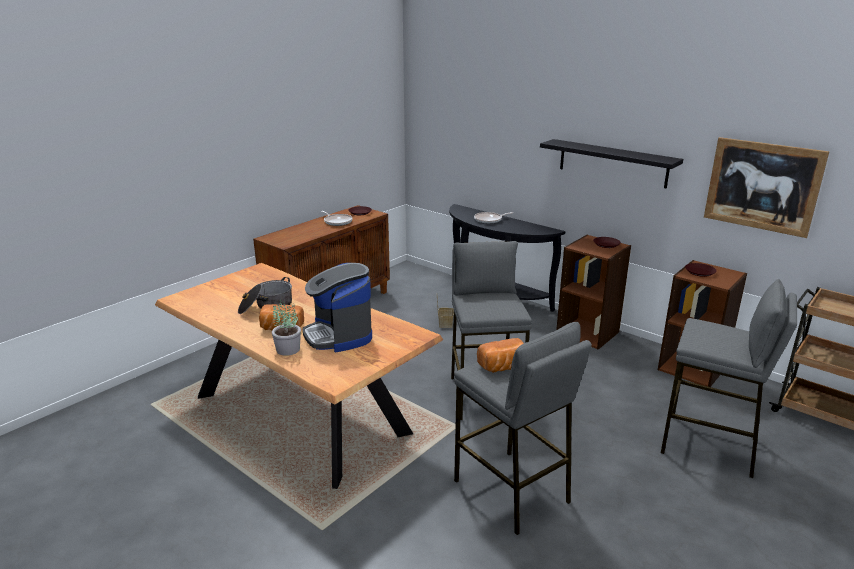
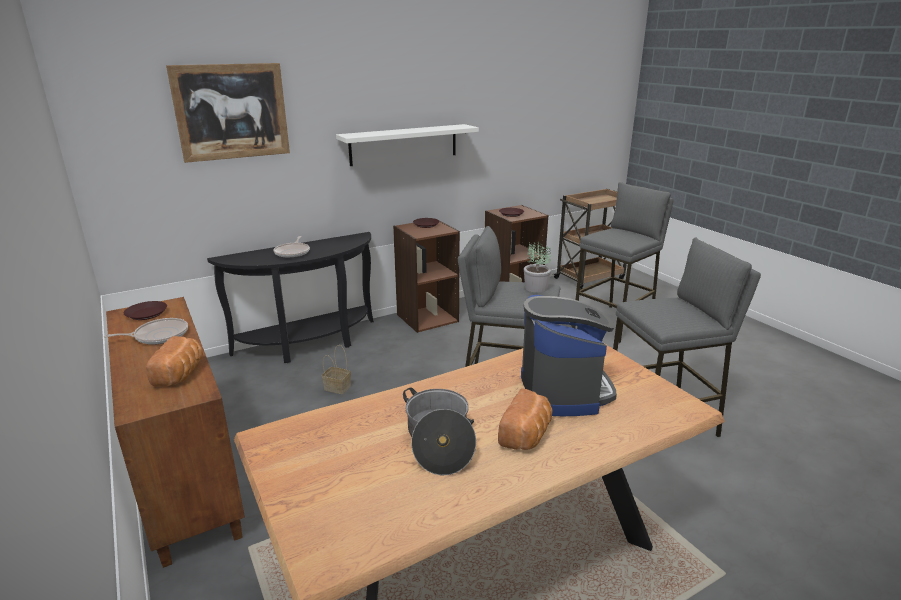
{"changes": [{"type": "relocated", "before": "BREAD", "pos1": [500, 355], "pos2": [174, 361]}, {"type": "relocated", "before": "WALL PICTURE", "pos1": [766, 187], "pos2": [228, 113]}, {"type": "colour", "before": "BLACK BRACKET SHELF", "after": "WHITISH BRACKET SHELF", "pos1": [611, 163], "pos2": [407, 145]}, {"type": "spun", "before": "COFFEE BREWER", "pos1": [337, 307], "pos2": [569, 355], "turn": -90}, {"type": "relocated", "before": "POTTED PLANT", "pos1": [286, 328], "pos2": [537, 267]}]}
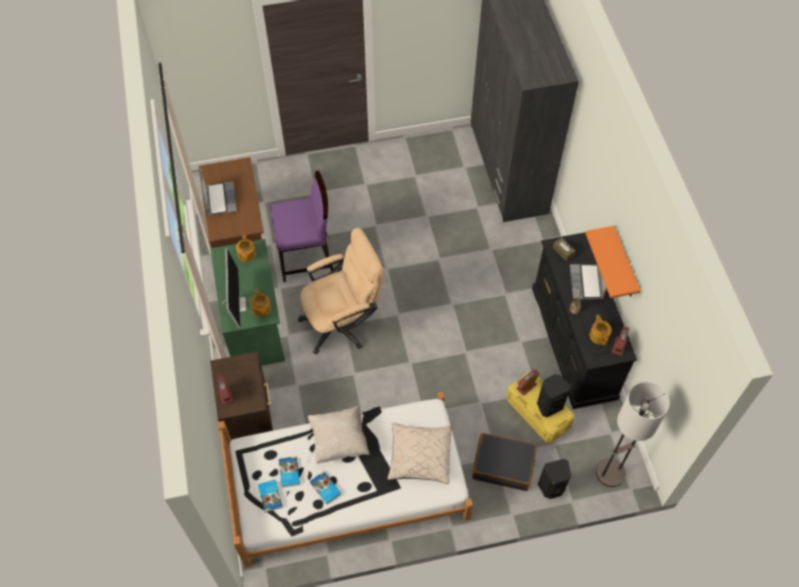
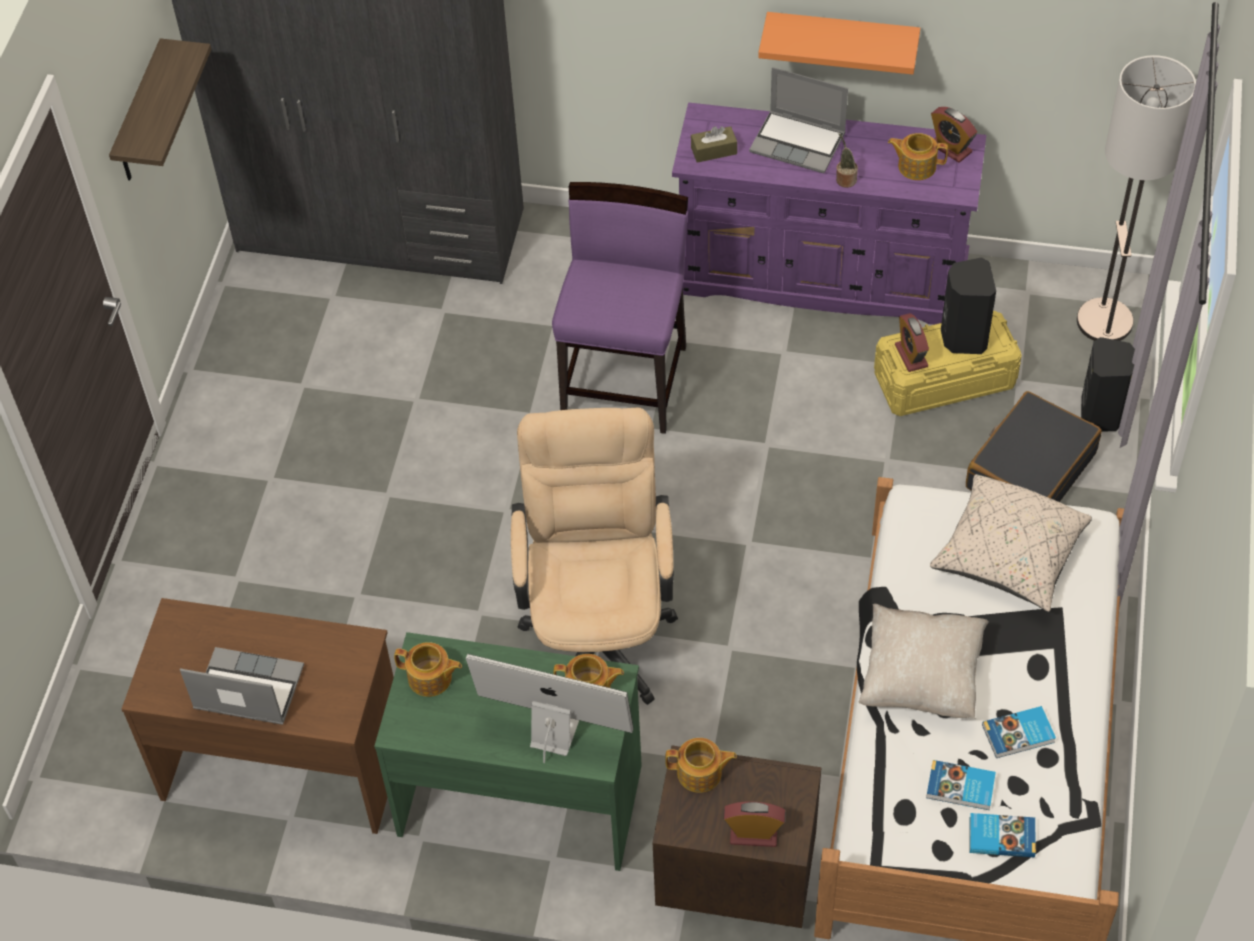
{"changes": [{"type": "appeared", "after": "BRACKET SHELF", "pos2": [160, 109]}, {"type": "relocated", "before": "PURPLISH CHAIR", "pos1": [302, 226], "pos2": [620, 308]}, {"type": "appeared", "after": "POT FOR TEA", "pos2": [701, 765]}, {"type": "colour", "before": "BLACK CHEST OF DRAWERS", "after": "PURPLISH CHEST OF DRAWERS", "pos1": [584, 320], "pos2": [829, 213]}]}
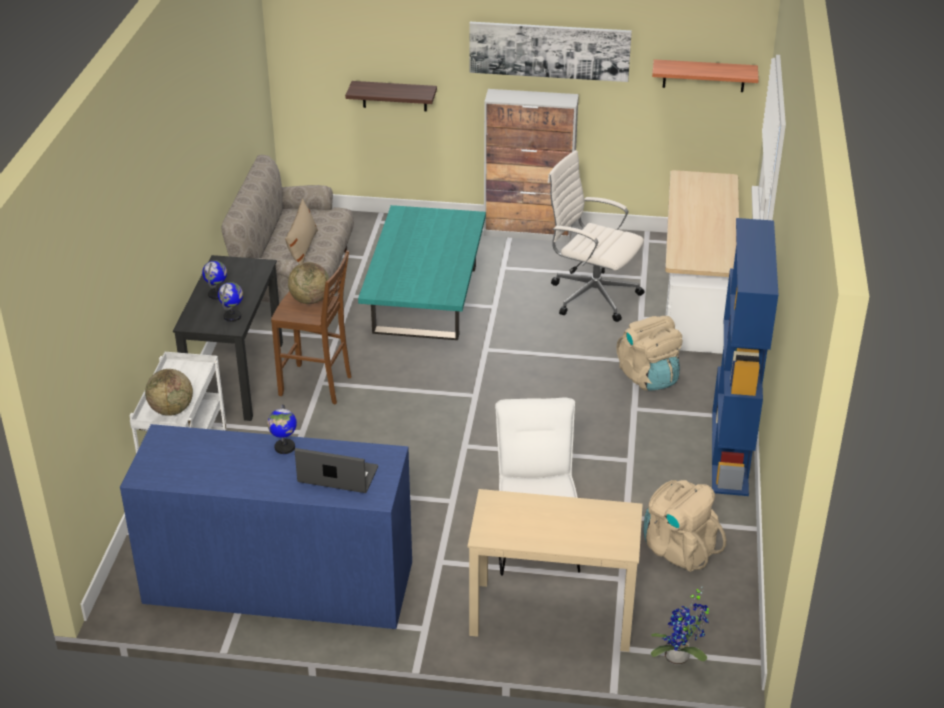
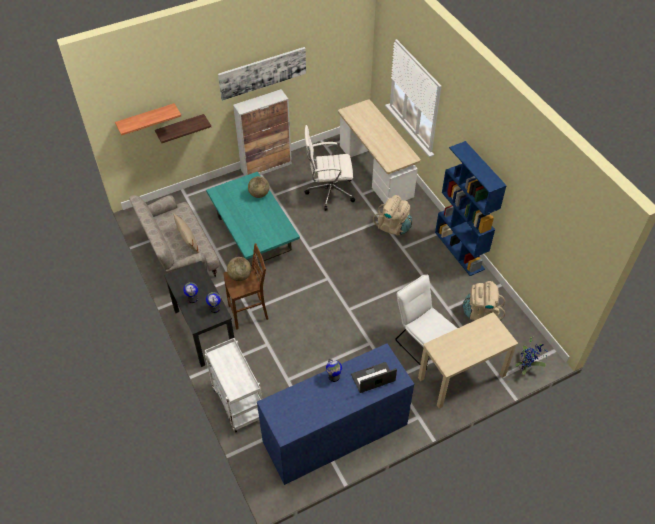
{"changes": [{"type": "relocated", "before": "BRACKET SHELF", "pos1": [705, 75], "pos2": [148, 119]}, {"type": "relocated", "before": "GLOBE", "pos1": [169, 392], "pos2": [258, 187]}]}
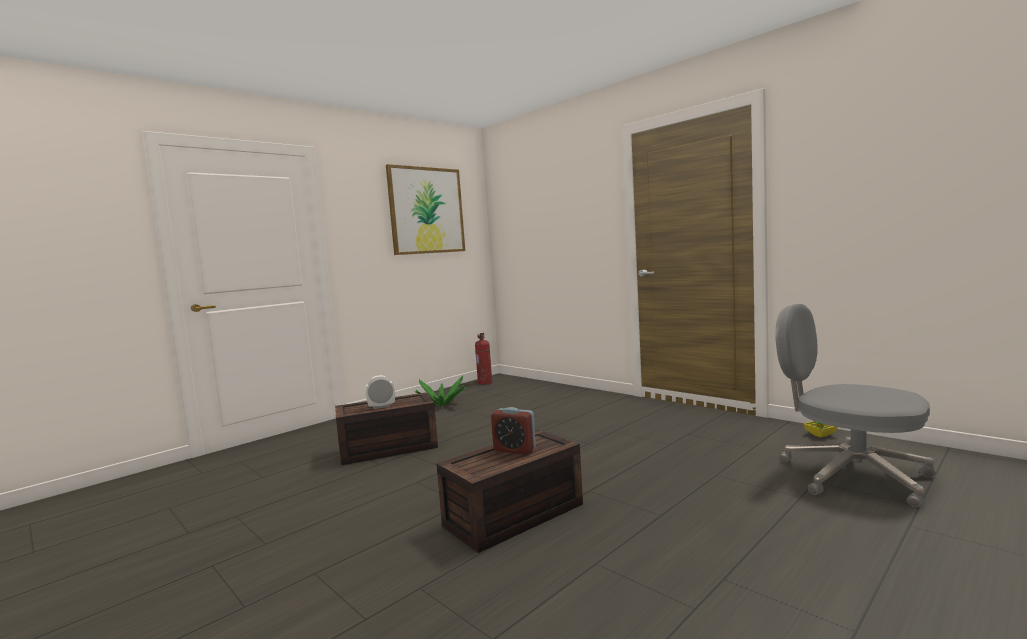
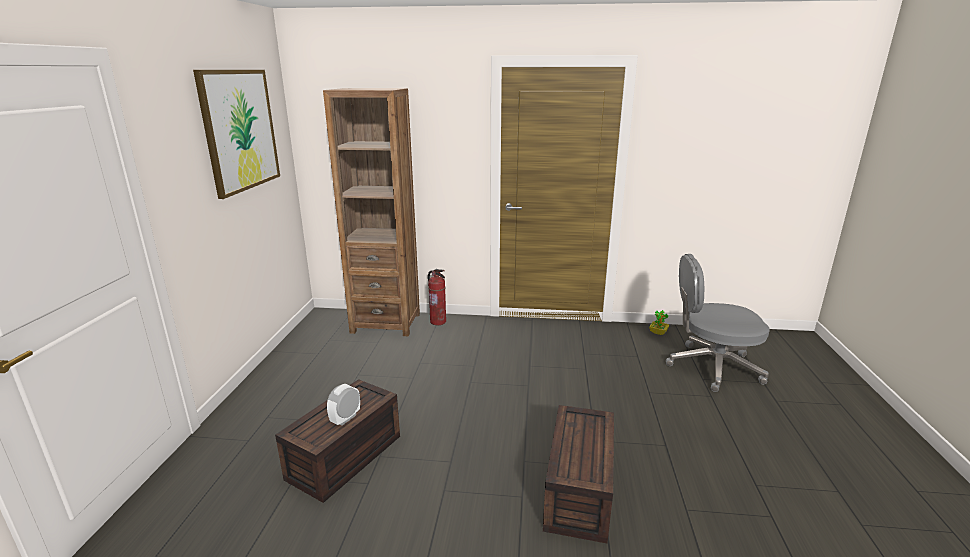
{"changes": [{"type": "appeared", "after": "BROWN-COLOURED SHELVING UNIT", "pos2": [371, 212]}, {"type": "relocated", "before": "EXTINGUISHER", "pos1": [483, 359], "pos2": [437, 297]}, {"type": "missing", "before": "POTTED PLANT", "pos1": [440, 390]}, {"type": "missing", "before": "BEDSIDE CLOCK", "pos1": [513, 430]}]}
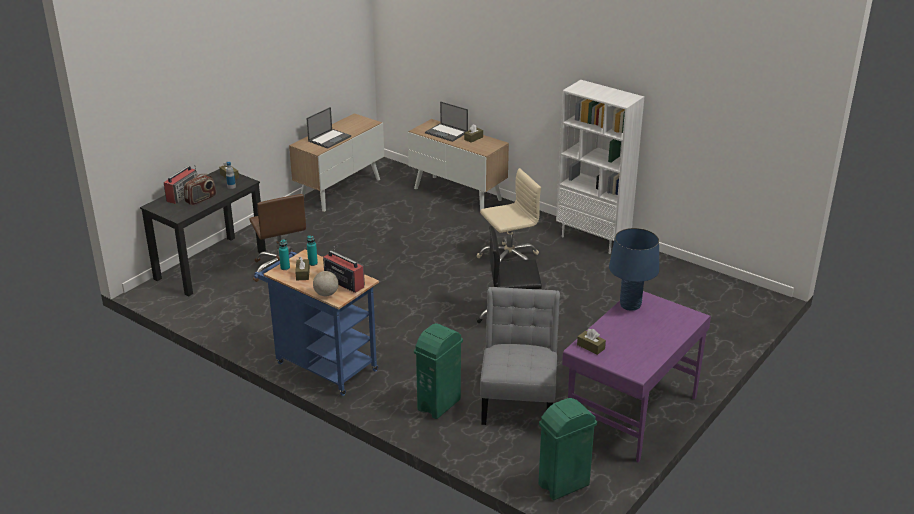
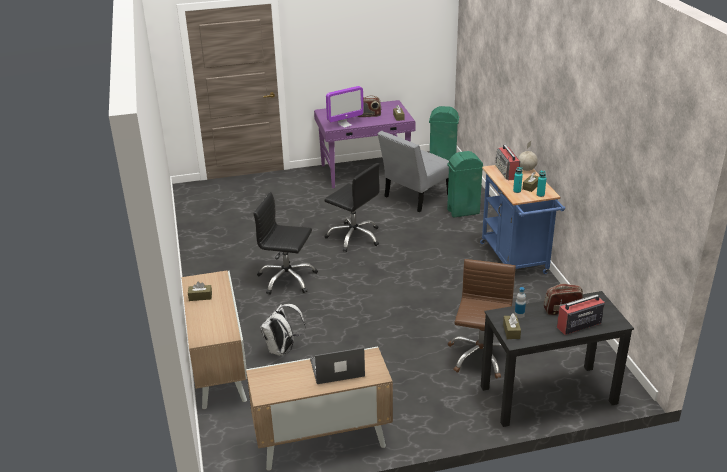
{"changes": [{"type": "colour", "before": "BEIGE COMPUTER CHAIR", "after": "BLACK COMPUTER CHAIR", "pos1": [509, 215], "pos2": [285, 243]}, {"type": "appeared", "after": "WHITISH RUCKSACK", "pos2": [283, 330]}, {"type": "exchanged", "before": "BLUE TABLETOP LAMP", "after": "COMPUTER SCREEN", "pos1": [634, 269], "pos2": [345, 107]}, {"type": "appeared", "after": "RADIO", "pos2": [369, 106]}, {"type": "missing", "before": "NOTEBOOK COMPUTER", "pos1": [446, 121]}, {"type": "missing", "before": "WHITISH SHELVING UNIT", "pos1": [600, 167]}]}
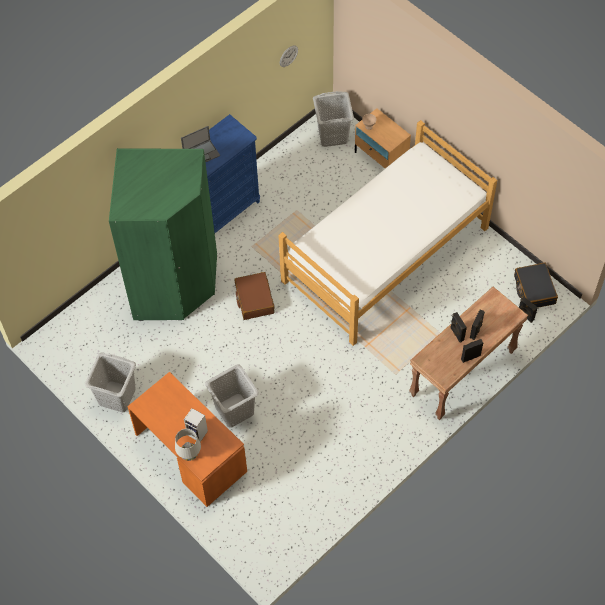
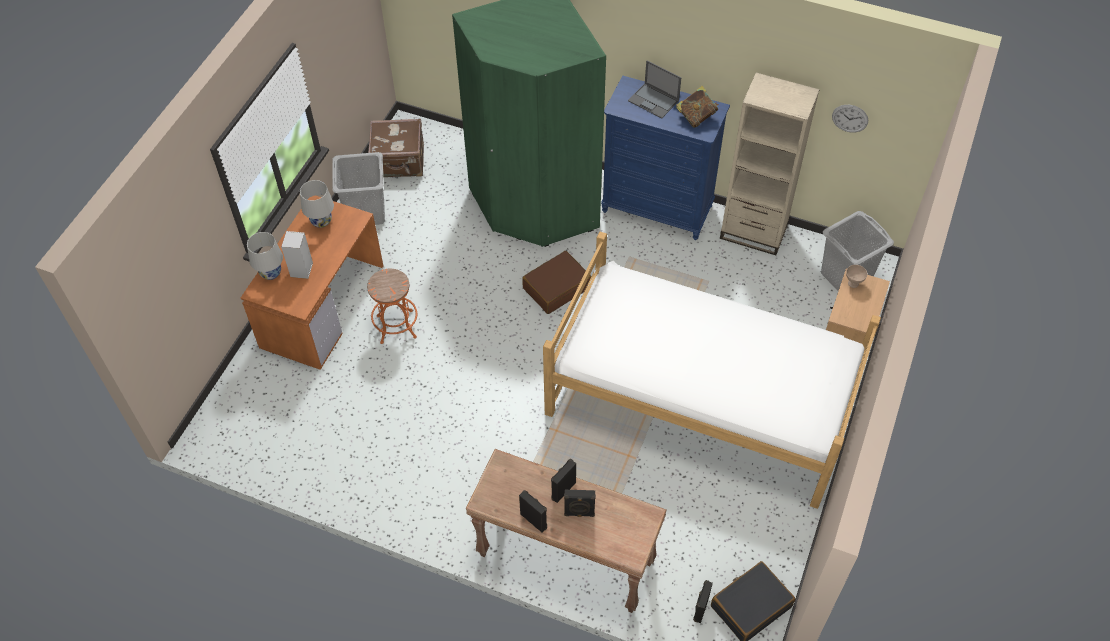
{"changes": [{"type": "appeared", "after": "WHITISH TABLETOP LAMP", "pos2": [317, 204]}, {"type": "exchanged", "before": "GRAY HAMPER", "after": "ORANGE STOOL", "pos1": [232, 396], "pos2": [392, 306]}, {"type": "appeared", "after": "BROWN-COLOURED TRAVEL CASE", "pos2": [396, 148]}, {"type": "appeared", "after": "VOLUME", "pos2": [697, 107]}, {"type": "appeared", "after": "BEIGE SHELVING UNIT", "pos2": [770, 164]}]}
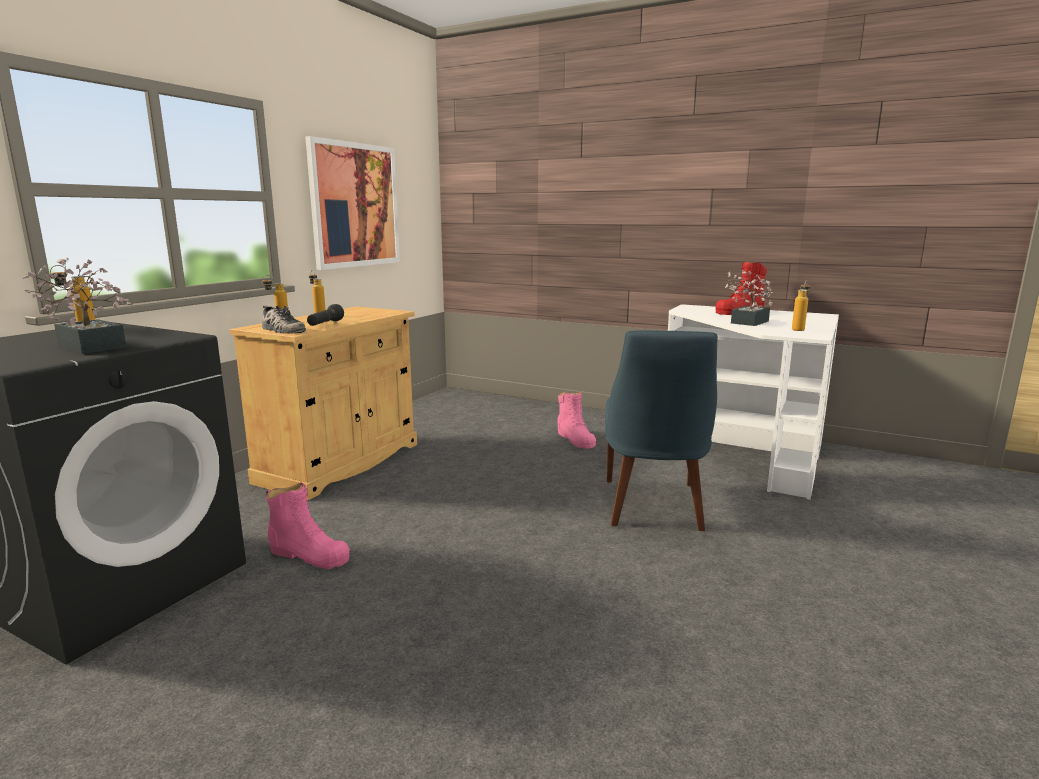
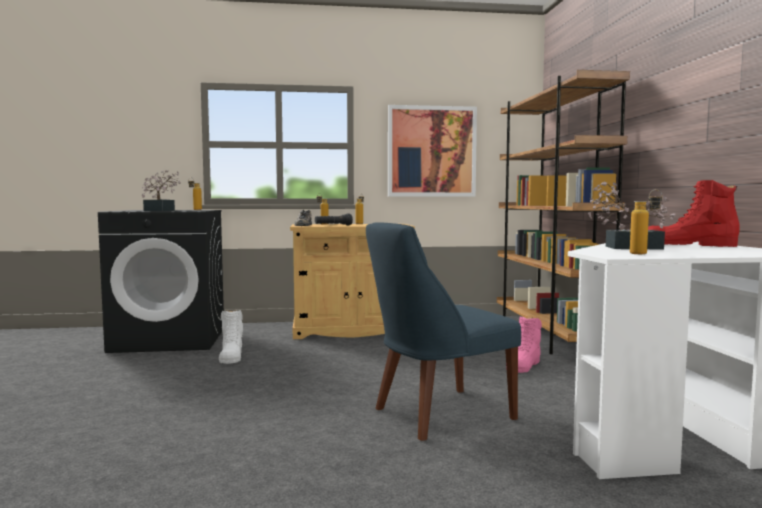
{"changes": [{"type": "colour", "before": "PINK BOOT", "after": "WHITISH BOOT", "pos1": [308, 525], "pos2": [231, 337]}, {"type": "appeared", "after": "BROWN-COLOURED SHELVING UNIT", "pos2": [563, 212]}]}
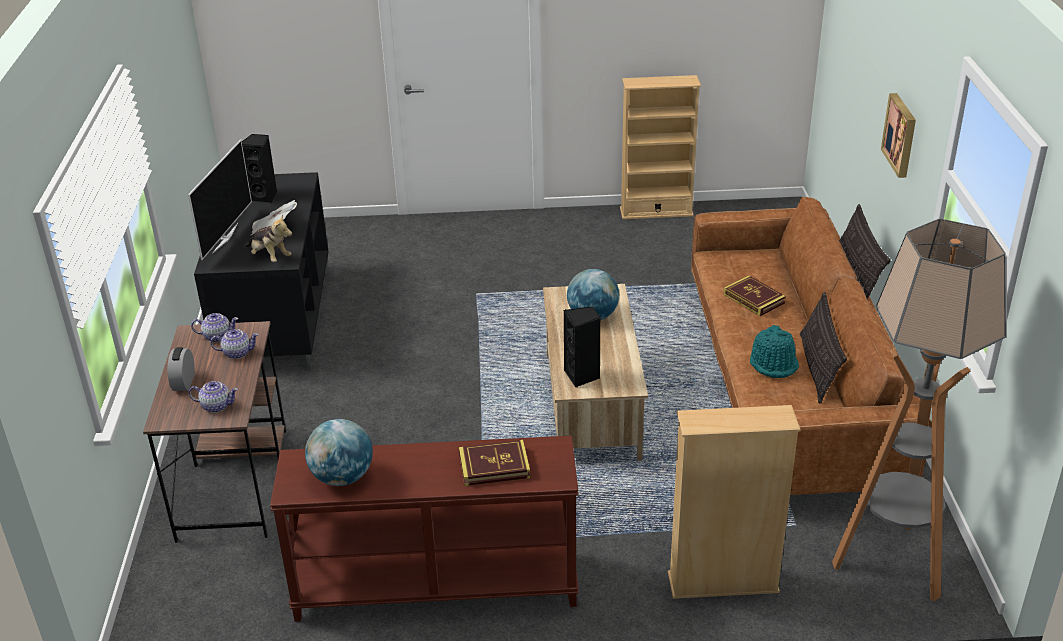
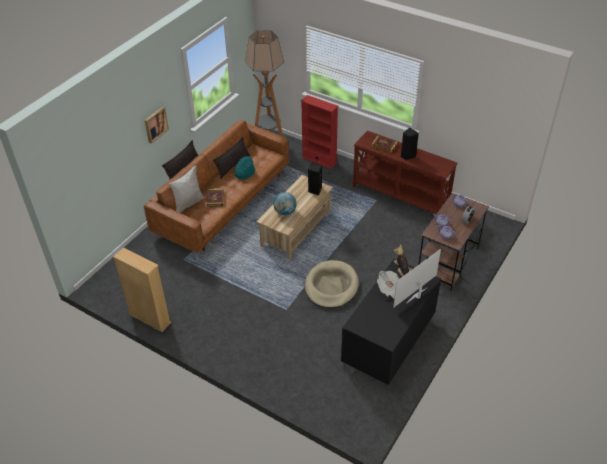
{"changes": [{"type": "appeared", "after": "WHITISH CUSHION", "pos2": [186, 189]}, {"type": "colour", "before": "BEIGE SHELVING UNIT", "after": "RED-COLOURED SHELVING UNIT", "pos1": [734, 502], "pos2": [319, 132]}, {"type": "appeared", "after": "BEIGE DOG BED", "pos2": [332, 284]}, {"type": "relocated", "before": "BLACK AUDIO SPEAKER", "pos1": [259, 169], "pos2": [410, 144]}, {"type": "missing", "before": "GLOBE", "pos1": [339, 452]}]}
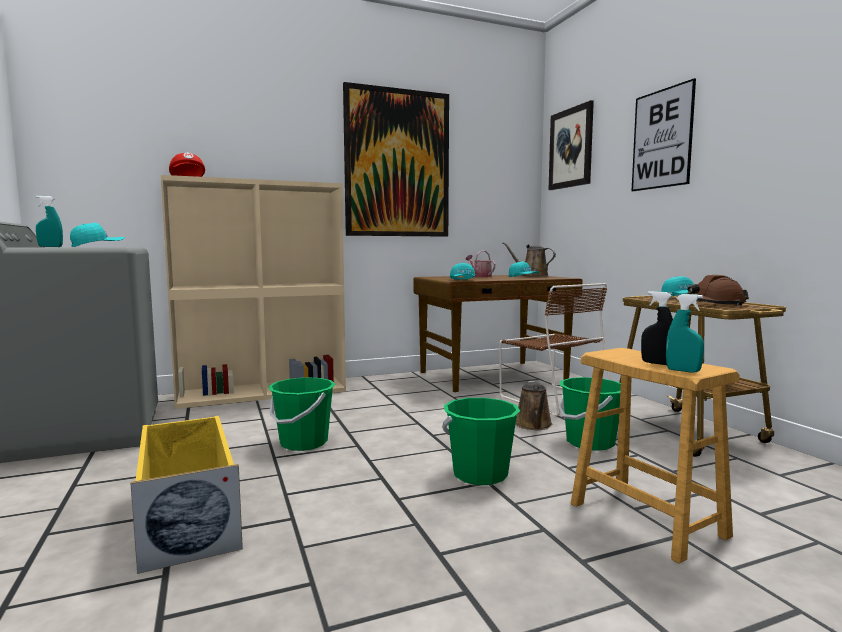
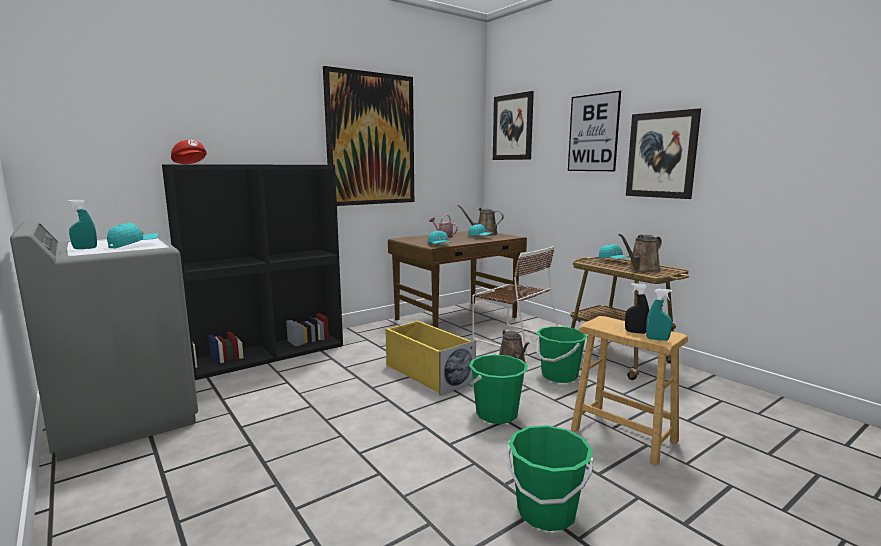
{"changes": [{"type": "colour", "before": "BEIGE SHELVING UNIT", "after": "BLACK SHELVING UNIT", "pos1": [253, 292], "pos2": [252, 272]}, {"type": "relocated", "before": "YELLOW-COLOURED STORAGE CONTAINER", "pos1": [186, 495], "pos2": [430, 358]}, {"type": "relocated", "before": "GREEN PAIL", "pos1": [302, 414], "pos2": [549, 478]}, {"type": "exchanged", "before": "BROWN-COLOURED HARD HAT", "after": "BROWN-COLOURED WATERING POT", "pos1": [718, 290], "pos2": [640, 253]}, {"type": "appeared", "after": "WALL PICTURE", "pos2": [663, 153]}]}
